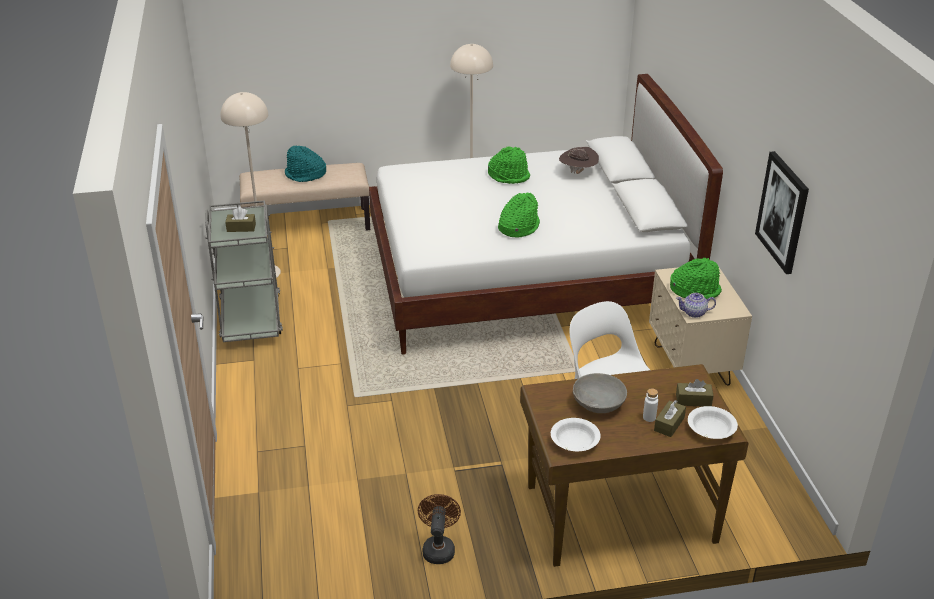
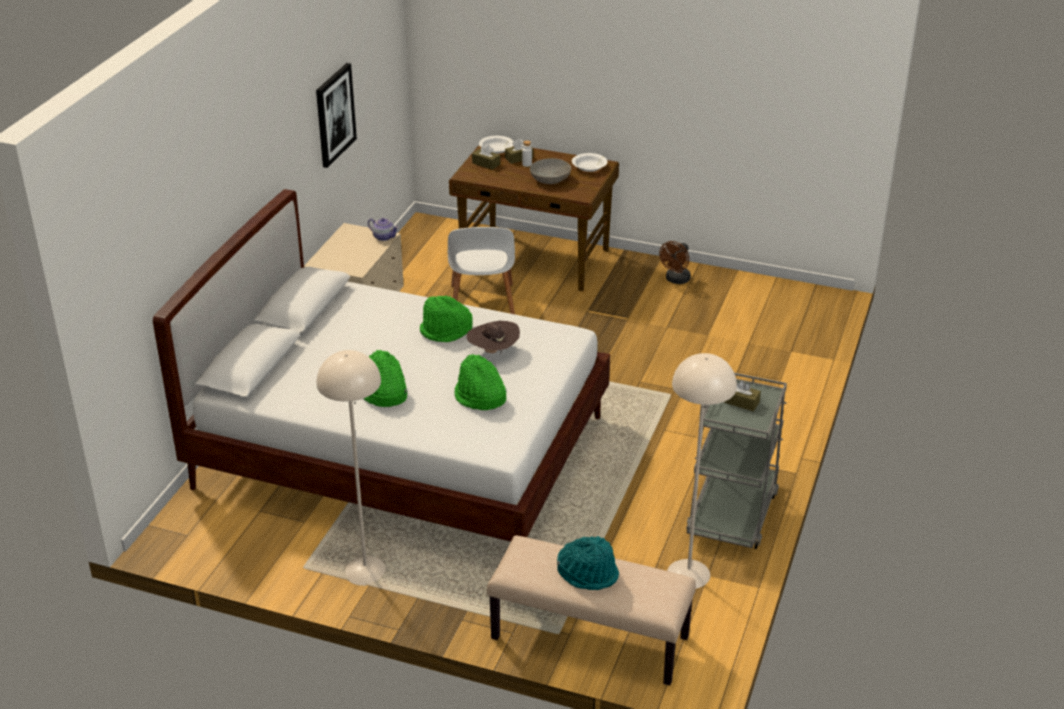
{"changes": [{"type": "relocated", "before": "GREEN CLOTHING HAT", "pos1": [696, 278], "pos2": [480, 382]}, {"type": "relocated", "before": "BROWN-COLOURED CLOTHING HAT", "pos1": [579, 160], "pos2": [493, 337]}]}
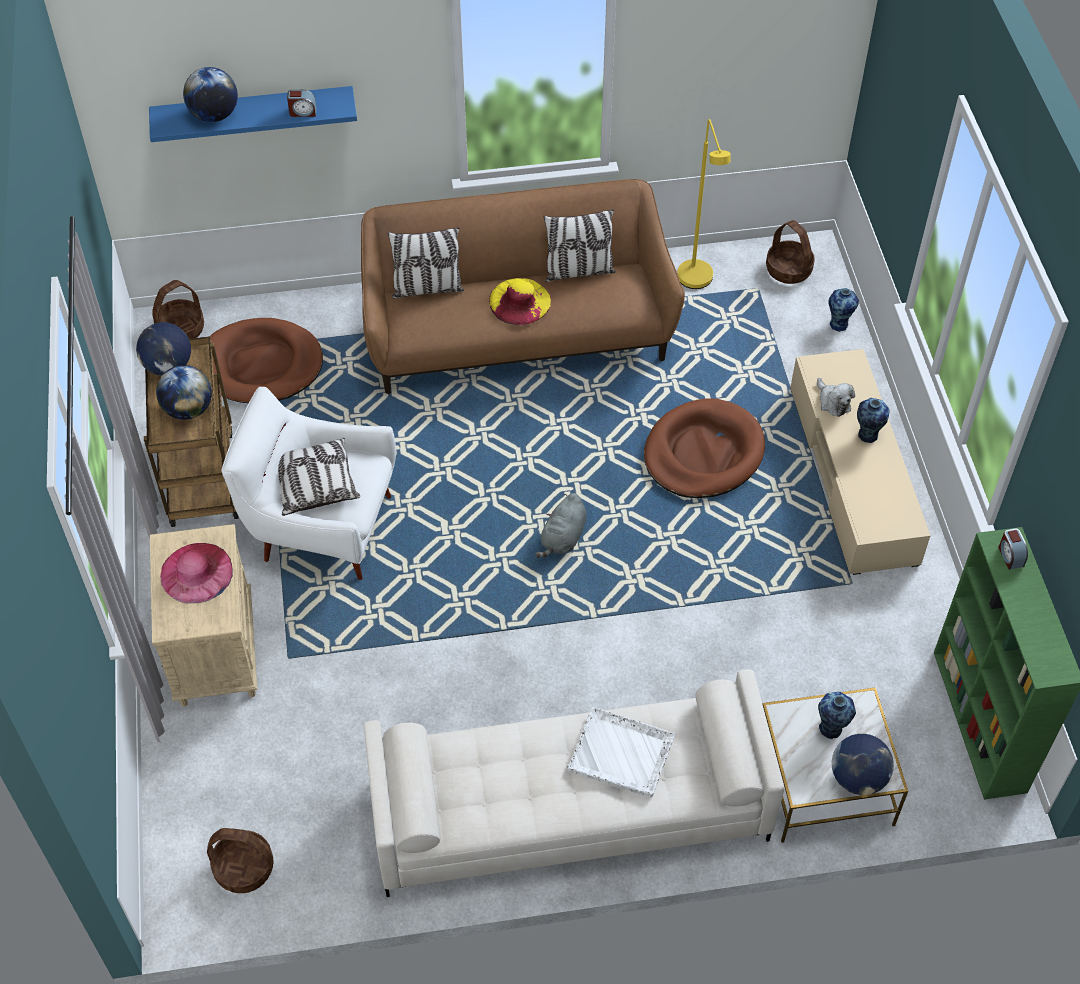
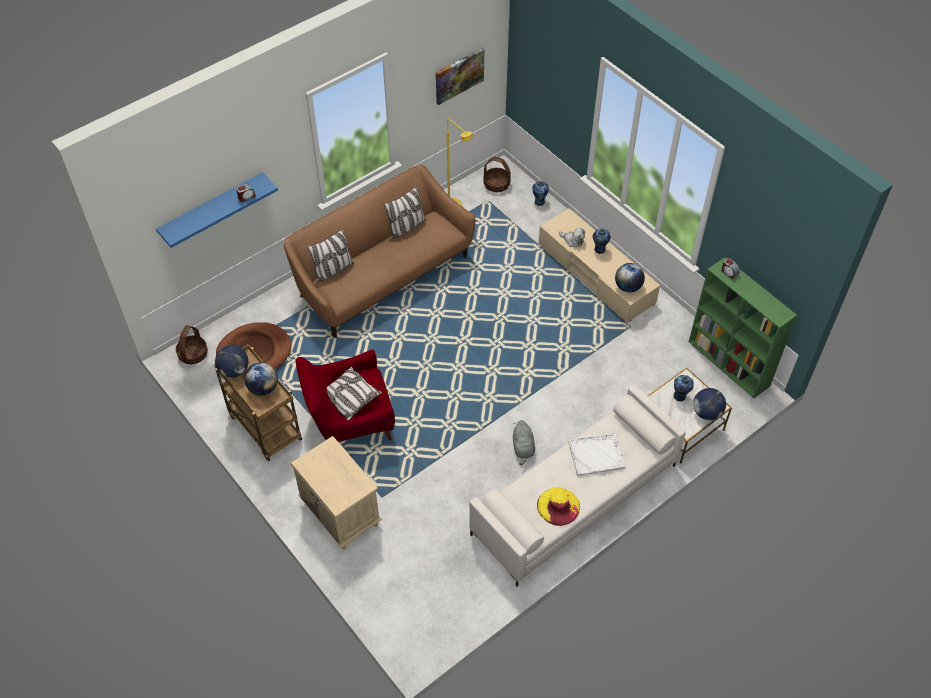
{"changes": [{"type": "colour", "before": "WHITISH LOUNGE CHAIR", "after": "RED-COLOURED LOUNGE CHAIR", "pos1": [308, 483], "pos2": [345, 396]}, {"type": "appeared", "after": "WALL PICTURE", "pos2": [460, 76]}, {"type": "relocated", "before": "GRAY CUDDLY TOY", "pos1": [561, 525], "pos2": [524, 442]}, {"type": "relocated", "before": "YELLOW-COLOURED CLOTHING HAT", "pos1": [520, 301], "pos2": [558, 507]}, {"type": "relocated", "before": "GLOBE", "pos1": [210, 94], "pos2": [630, 277]}, {"type": "missing", "before": "PINK CLOTHING HAT", "pos1": [196, 573]}, {"type": "missing", "before": "HOUSEHOLD BASKET", "pos1": [240, 860]}, {"type": "missing", "before": "BROWN-COLOURED DOG BED", "pos1": [704, 448]}]}
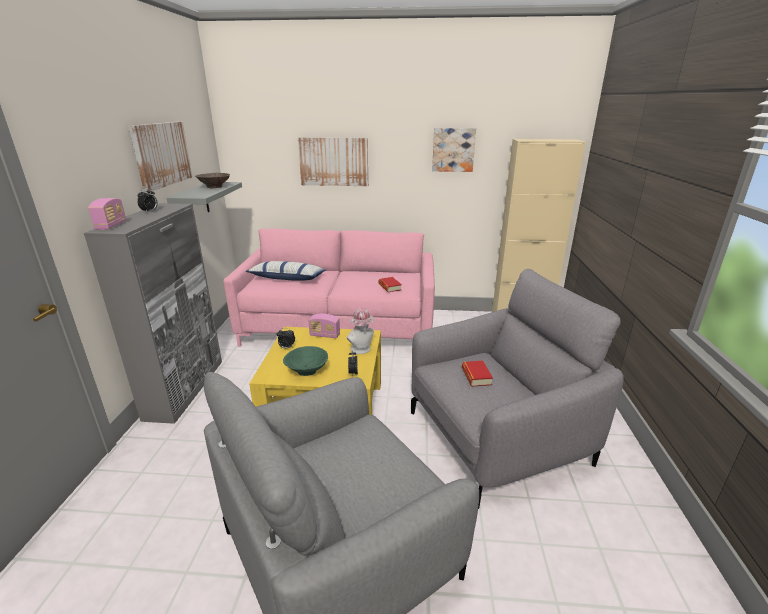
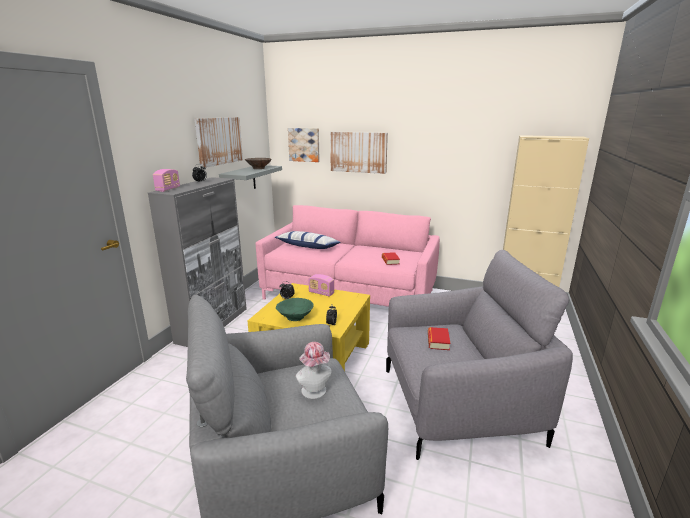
{"changes": [{"type": "relocated", "before": "WALL PICTURE", "pos1": [454, 150], "pos2": [304, 145]}, {"type": "relocated", "before": "CLOTHING HAT", "pos1": [361, 331], "pos2": [314, 370]}]}
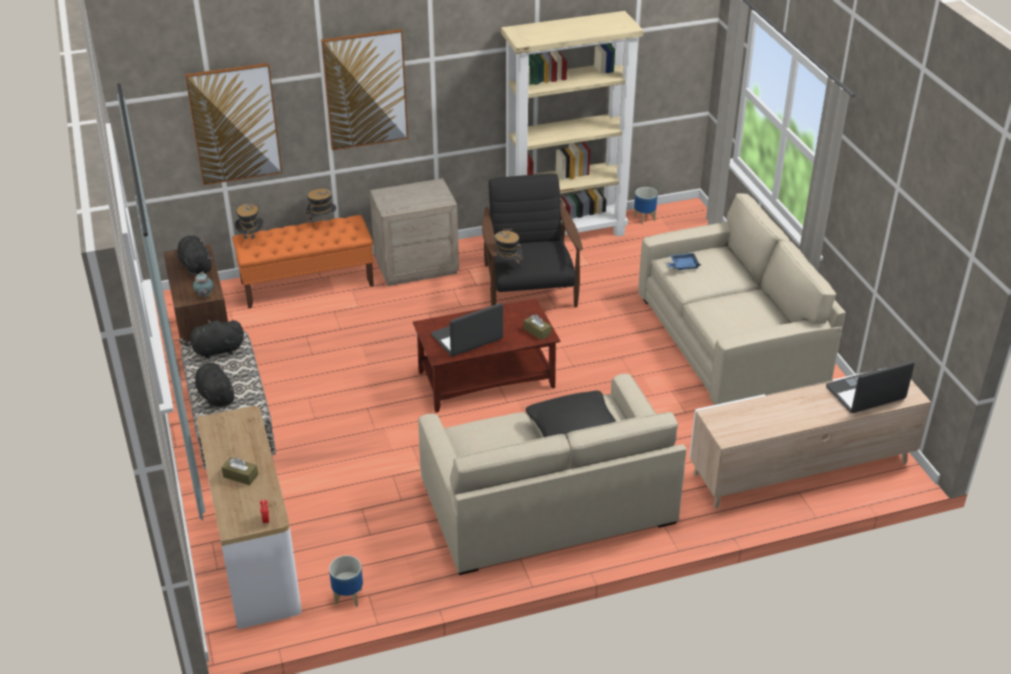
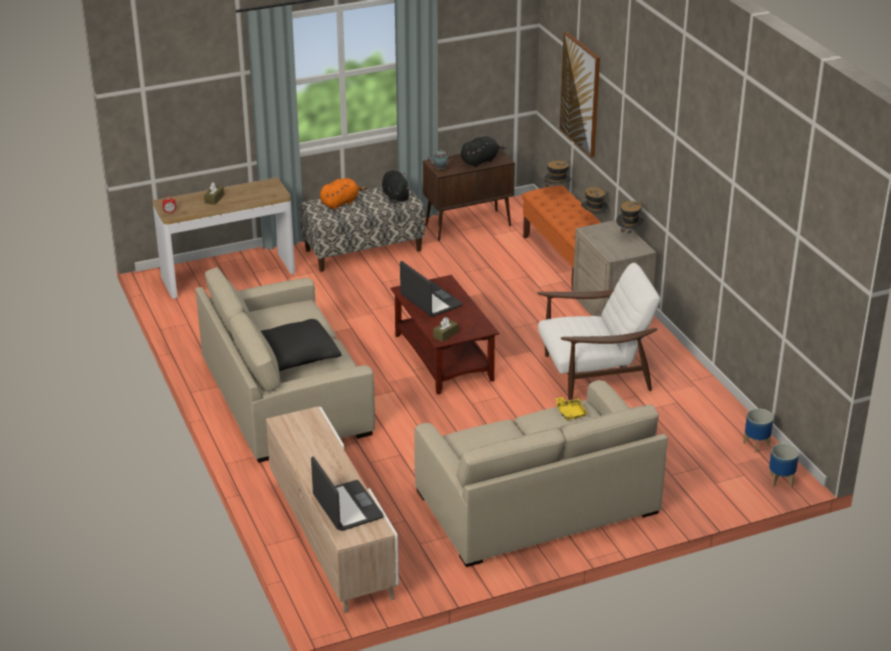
{"changes": [{"type": "colour", "before": "BLACK CUDDLY TOY", "after": "ORANGE CUDDLY TOY", "pos1": [215, 385], "pos2": [343, 193]}, {"type": "colour", "before": "BLACK LOUNGE CHAIR", "after": "WHITISH LOUNGE CHAIR", "pos1": [532, 240], "pos2": [598, 331]}, {"type": "colour", "before": "BLUE TRAY", "after": "YELLOW-COLOURED TRAY", "pos1": [684, 261], "pos2": [571, 408]}, {"type": "relocated", "before": "CLOTHING HAT", "pos1": [508, 247], "pos2": [630, 221]}, {"type": "relocated", "before": "PLANT POT", "pos1": [346, 581], "pos2": [784, 465]}, {"type": "missing", "before": "WALL PICTURE", "pos1": [364, 90]}, {"type": "missing", "before": "BEIGE SHELVING UNIT", "pos1": [572, 124]}]}
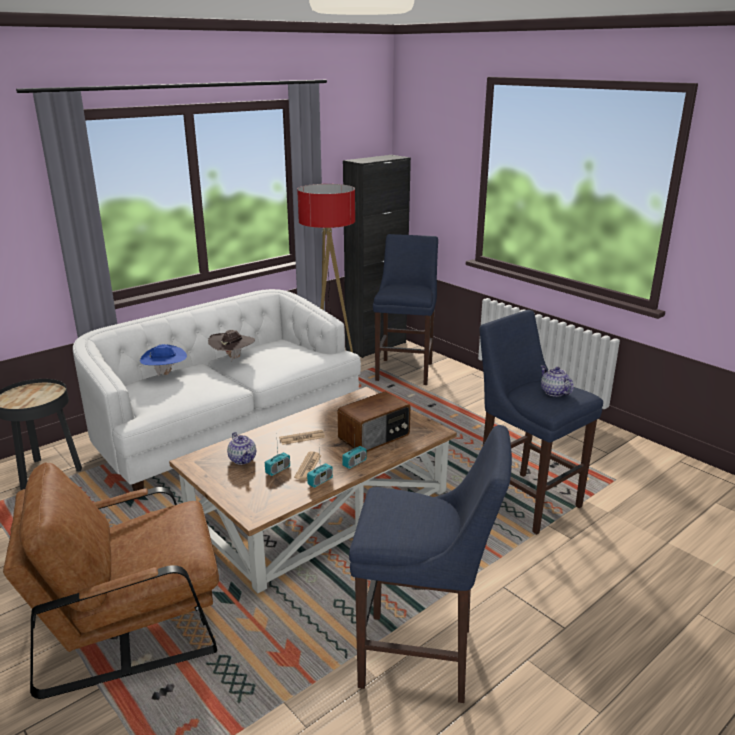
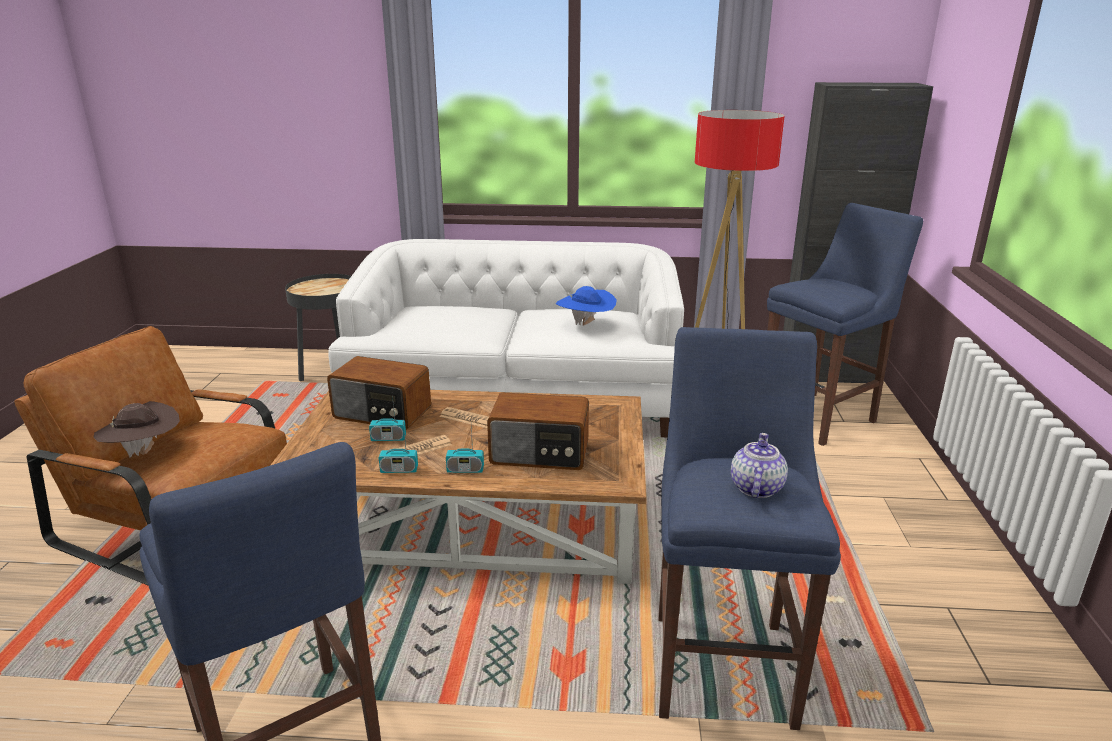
{"changes": [{"type": "relocated", "before": "BROWN-COLOURED CLOTHING HAT", "pos1": [231, 345], "pos2": [137, 429]}, {"type": "exchanged", "before": "POT FOR TEA", "after": "RADIO", "pos1": [241, 448], "pos2": [379, 393]}, {"type": "relocated", "before": "BLUE CLOTHING HAT", "pos1": [163, 360], "pos2": [586, 305]}]}
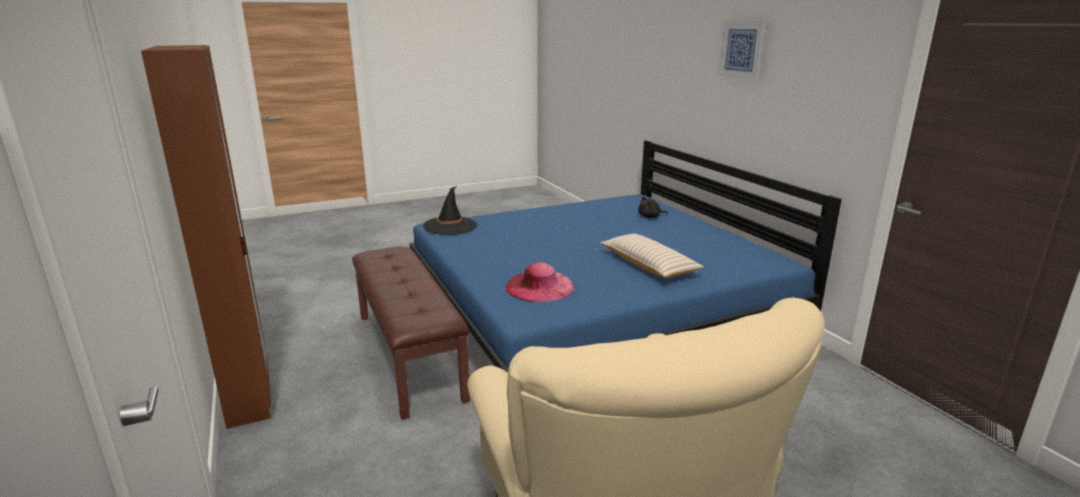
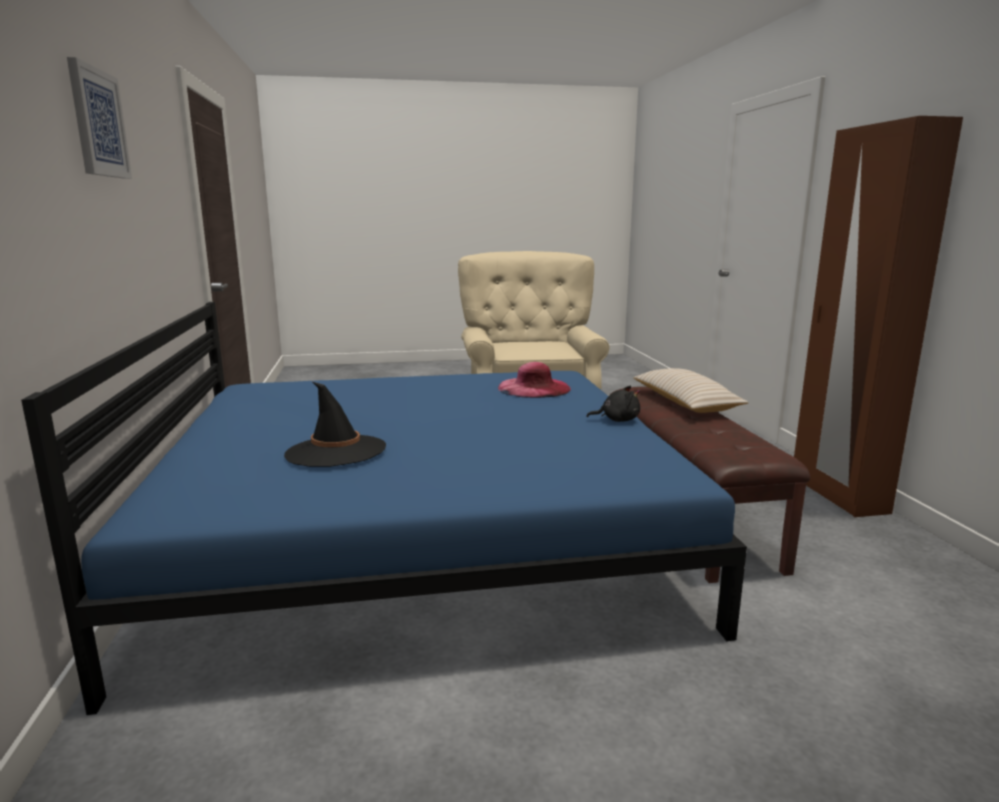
{"changes": [{"type": "relocated", "before": "BLACK CLOTHING HAT", "pos1": [450, 210], "pos2": [335, 424]}, {"type": "relocated", "before": "BLACK CUDDLY TOY", "pos1": [653, 207], "pos2": [613, 404]}, {"type": "relocated", "before": "BEIGE CUSHION", "pos1": [652, 256], "pos2": [691, 390]}]}
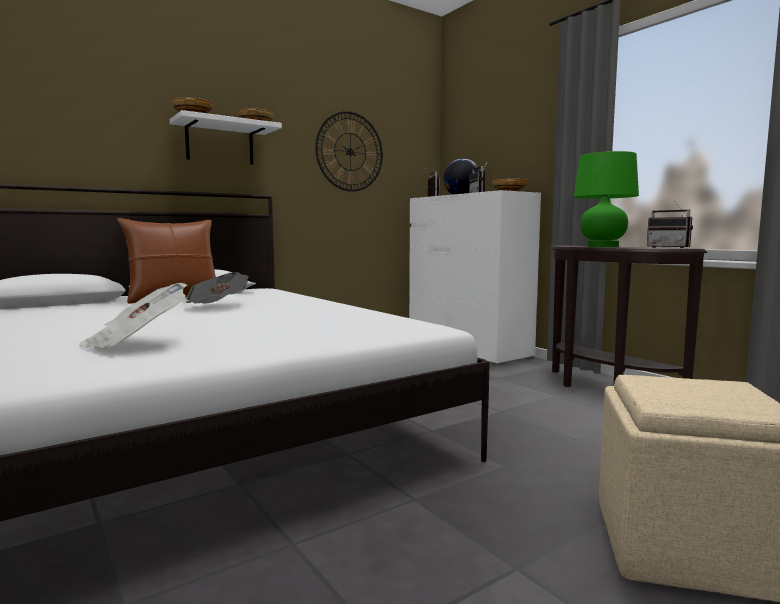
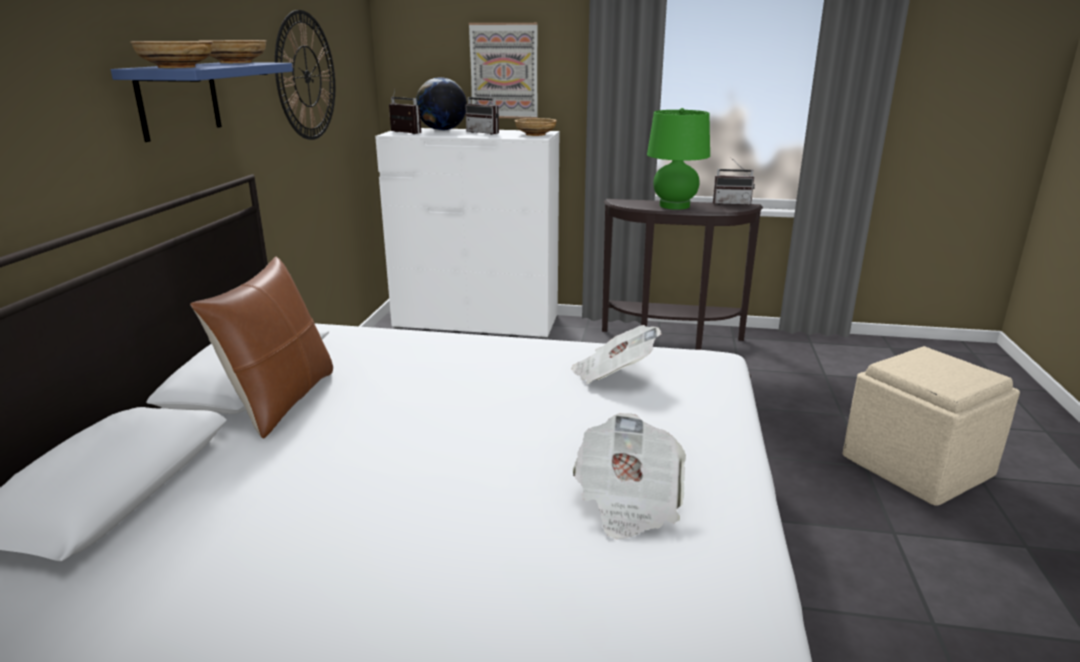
{"changes": [{"type": "colour", "before": "WHITISH BRACKET SHELF", "after": "BLUE BRACKET SHELF", "pos1": [226, 137], "pos2": [202, 102]}, {"type": "appeared", "after": "WALL PICTURE", "pos2": [503, 71]}, {"type": "relocated", "before": "DAILY PAPER", "pos1": [217, 288], "pos2": [616, 354]}]}
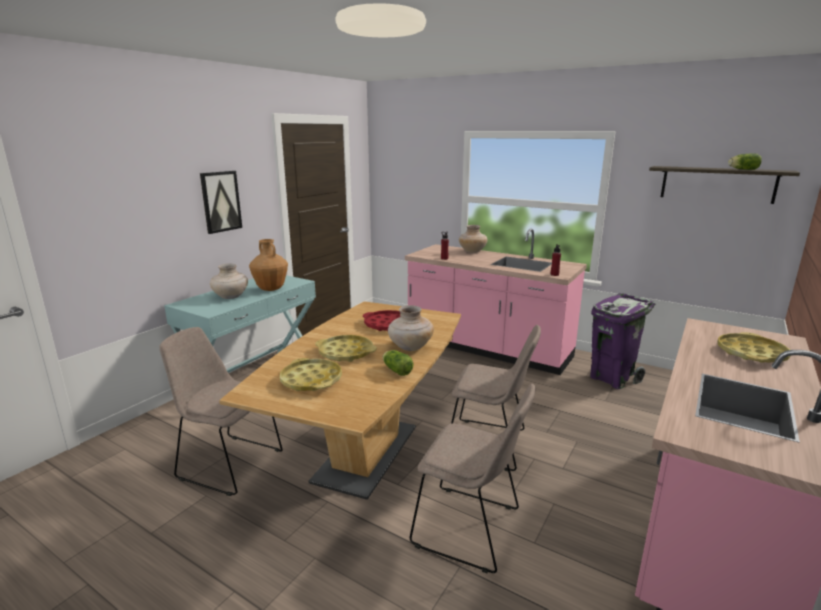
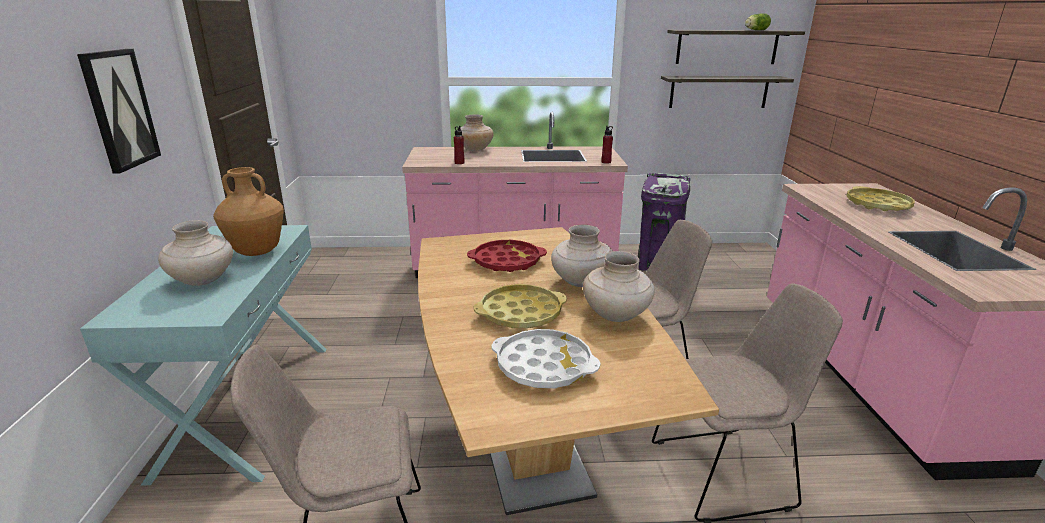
{"changes": [{"type": "colour", "before": "YELLOW-COLOURED TRAY", "after": "WHITISH TRAY", "pos1": [311, 374], "pos2": [546, 359]}, {"type": "exchanged", "before": "LETTUCE", "after": "BEIGE FLOWER VASE", "pos1": [398, 363], "pos2": [619, 286]}, {"type": "appeared", "after": "BRACKET SHELF", "pos2": [727, 92]}]}
